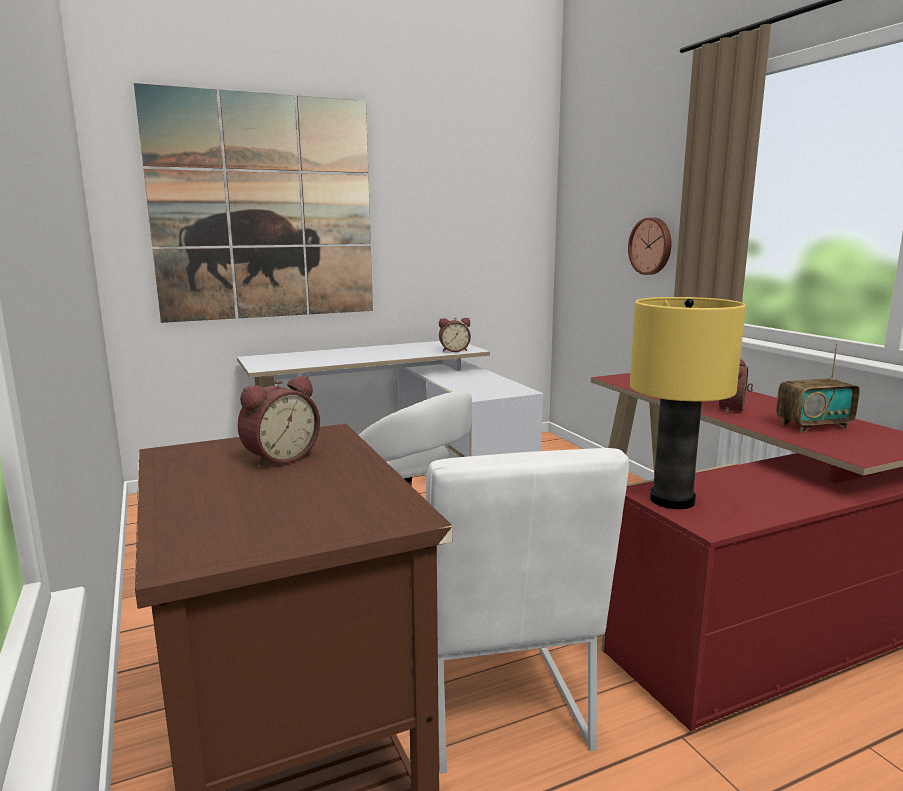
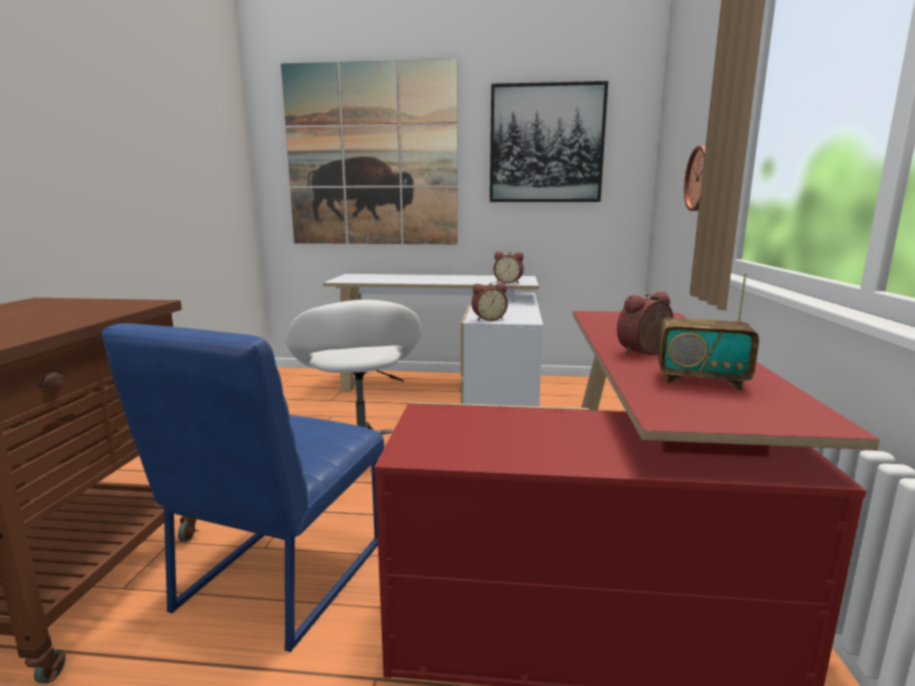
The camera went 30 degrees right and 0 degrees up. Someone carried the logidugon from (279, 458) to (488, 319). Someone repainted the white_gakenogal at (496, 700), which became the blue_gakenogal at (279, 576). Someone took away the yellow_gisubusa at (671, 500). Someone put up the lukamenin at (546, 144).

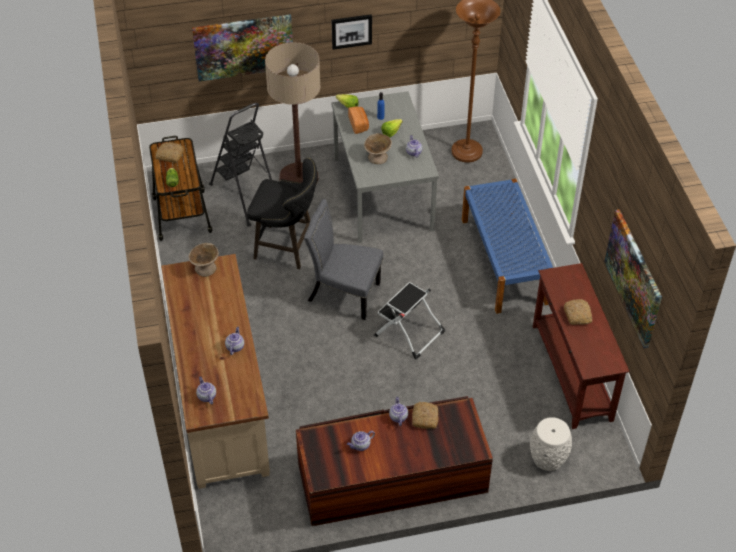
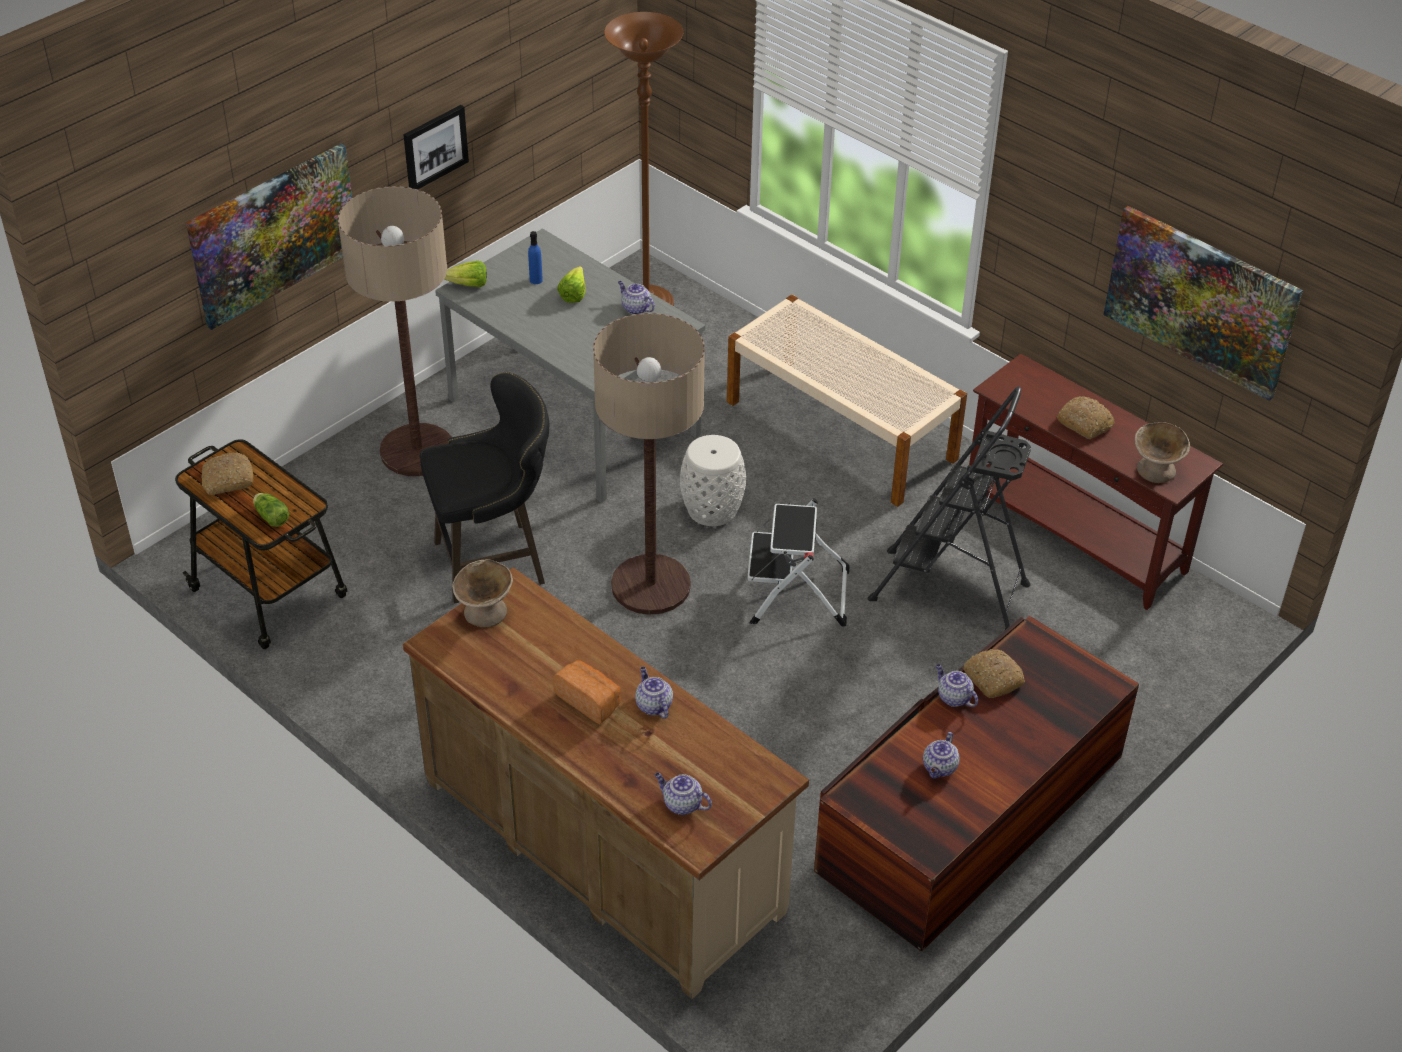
The camera went 35 degrees left and 5 degrees down. Someone carried the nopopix from (245, 197) to (951, 592). Someone swapped the grey_gakenogal at (345, 294) for the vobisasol at (650, 585). Someone carried the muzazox from (359, 124) to (589, 700). Someone carried the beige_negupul from (378, 157) to (1156, 470). Someone repainted the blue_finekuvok at (505, 261), which became the beige_finekuvok at (841, 430). Someone carried the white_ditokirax from (548, 458) to (712, 510).

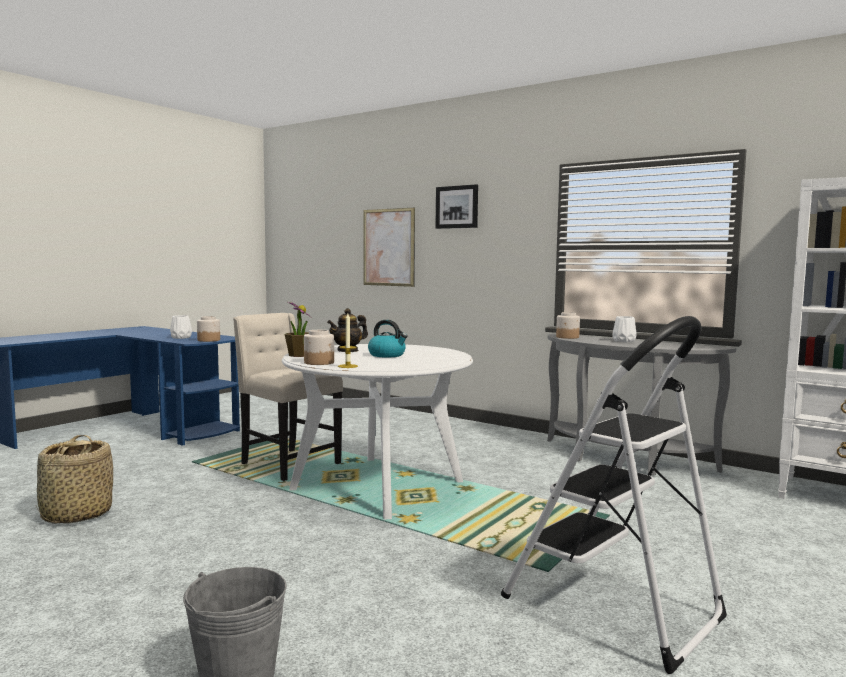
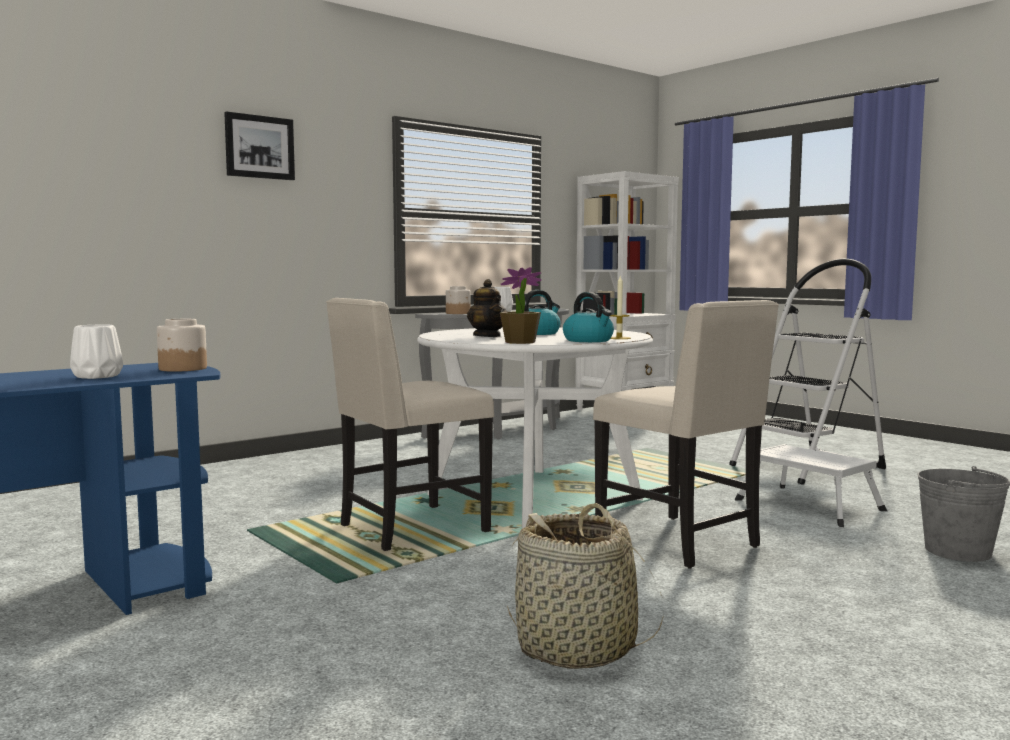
The camera went 75 degrees left and 0 degrees up. Someone swapped the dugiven at (319, 362) for the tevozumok at (589, 340). Someone took away the lukamenin at (388, 247). Someone put down the beige_gakenogal at (681, 542). Someone put down the white_nopopix at (809, 505).

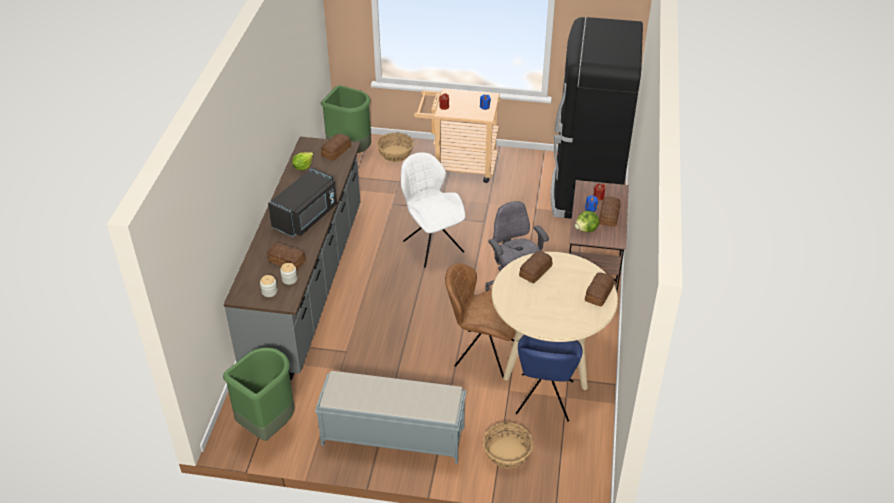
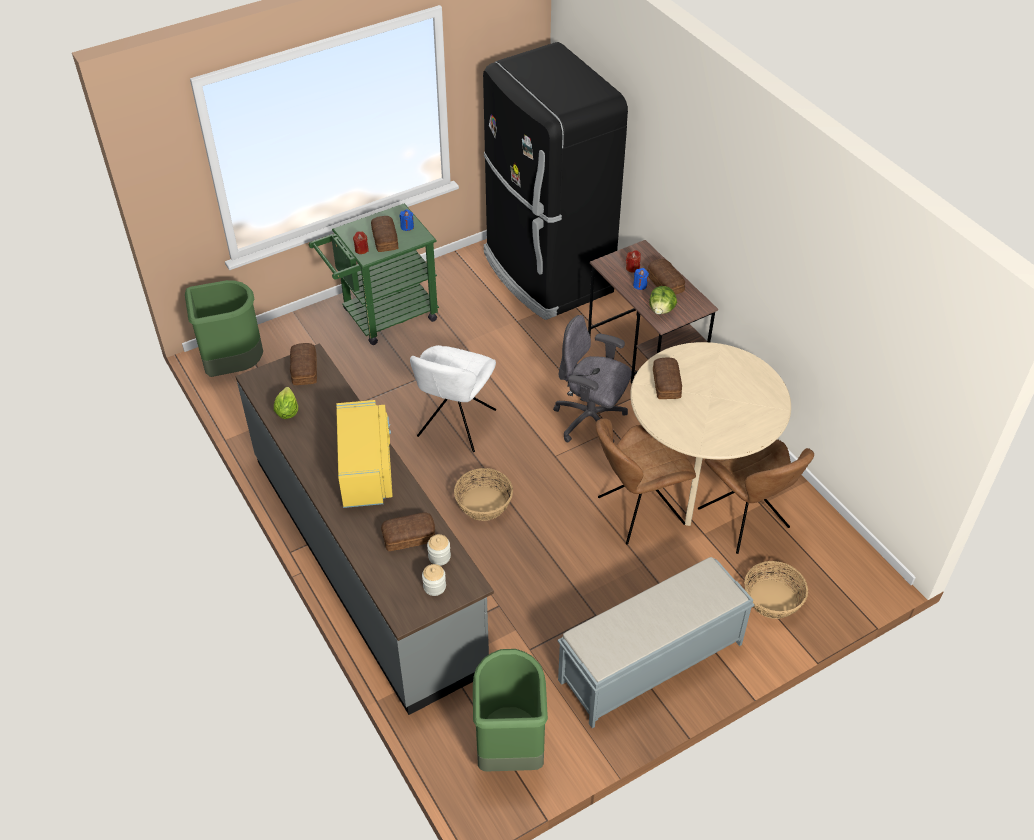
The camera went 40 degrees left and 5 degrees up. Someone repainted the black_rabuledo at (306, 217), which became the yellow_rabuledo at (367, 470). Someone carried the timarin from (395, 153) to (483, 503). Someone rotated the white_gakenogal at (432, 245) by 90 degrees counterclockwise. Someone repainted the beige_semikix at (458, 166), which became the green_semikix at (382, 317). Someone repainted the blue_gakenogal at (544, 400), which became the brown_gakenogal at (745, 520). Someone carried the muzazox from (598, 293) to (384, 240).

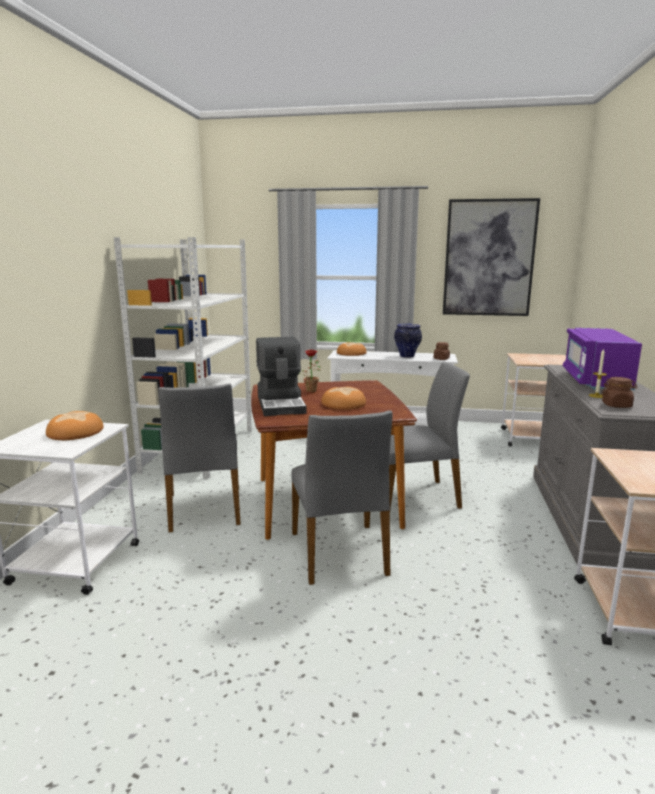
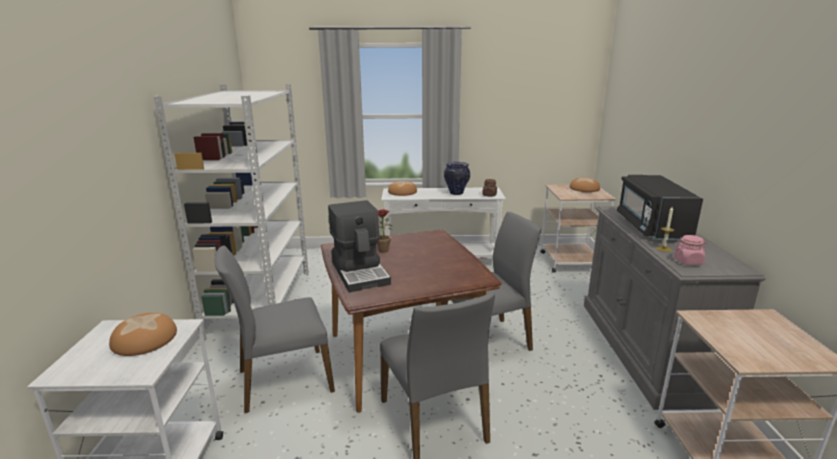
The camera went 10 degrees left and 5 degrees up. Someone rotated the grey_gakenogal at (204, 509) by 90 degrees clockwise. Someone carried the muzazox from (343, 404) to (584, 188). Someone took away the lukamenin at (489, 258). Someone repainted the purple_rabuledo at (595, 381), which became the black_rabuledo at (651, 227). Someone repainted the brown_dugiven at (616, 405), which became the pink_dugiven at (688, 261).

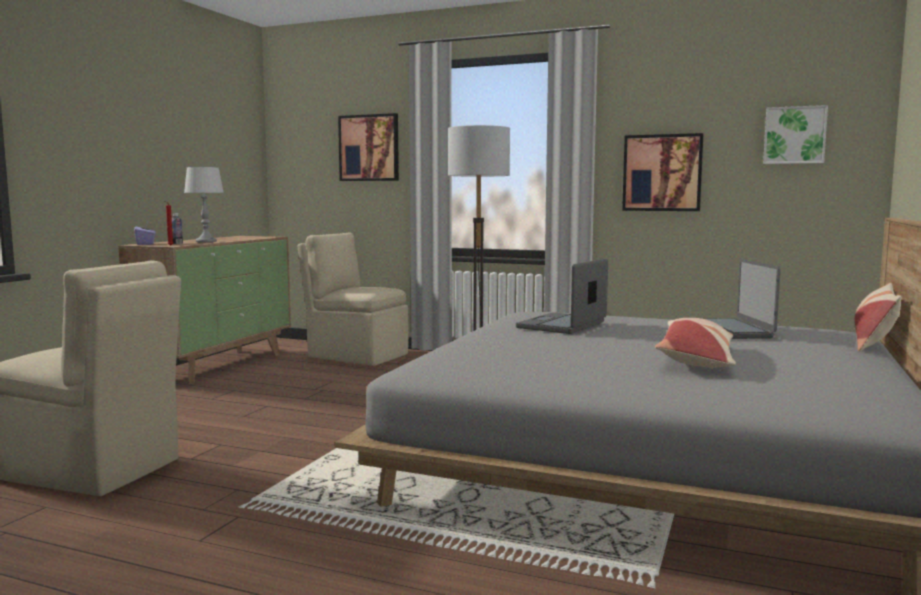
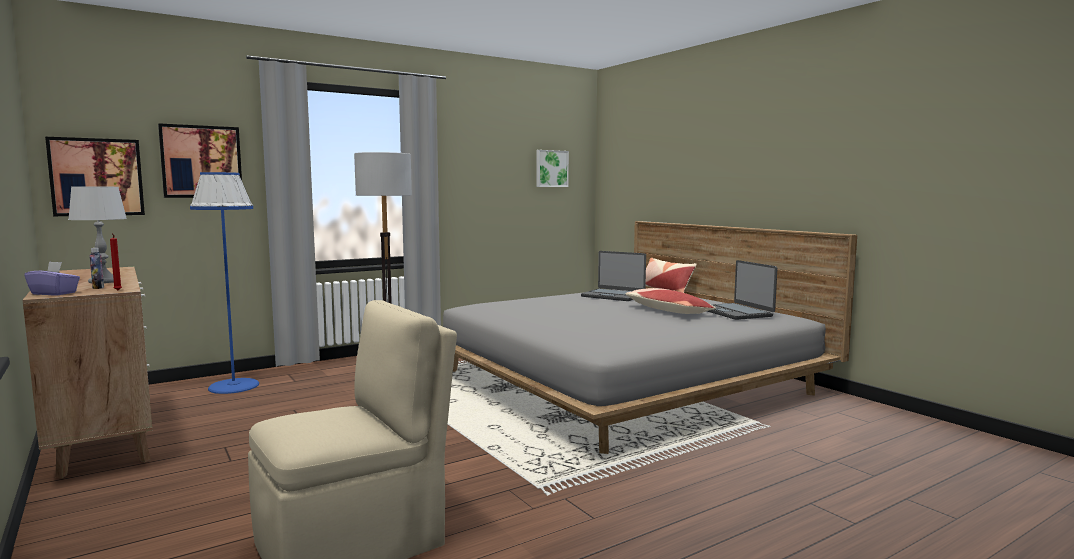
The camera went 55 degrees left and 0 degrees up. Someone swapped the beige_gakenogal at (356, 355) for the blue_vobisasol at (233, 386). Someone carried the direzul from (563, 325) to (736, 312). Someone carried the lukamenin from (662, 173) to (97, 177).

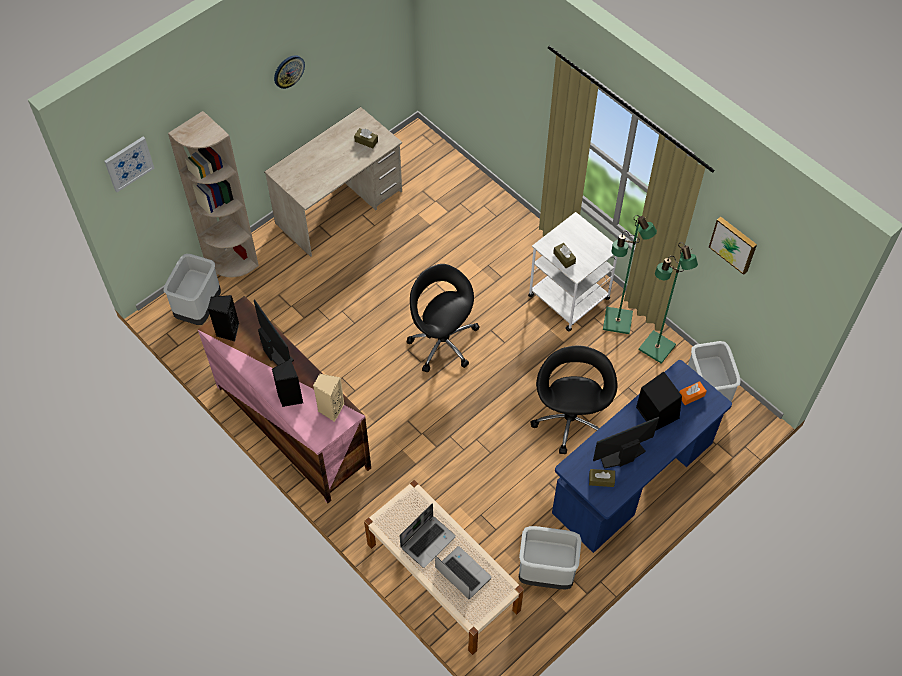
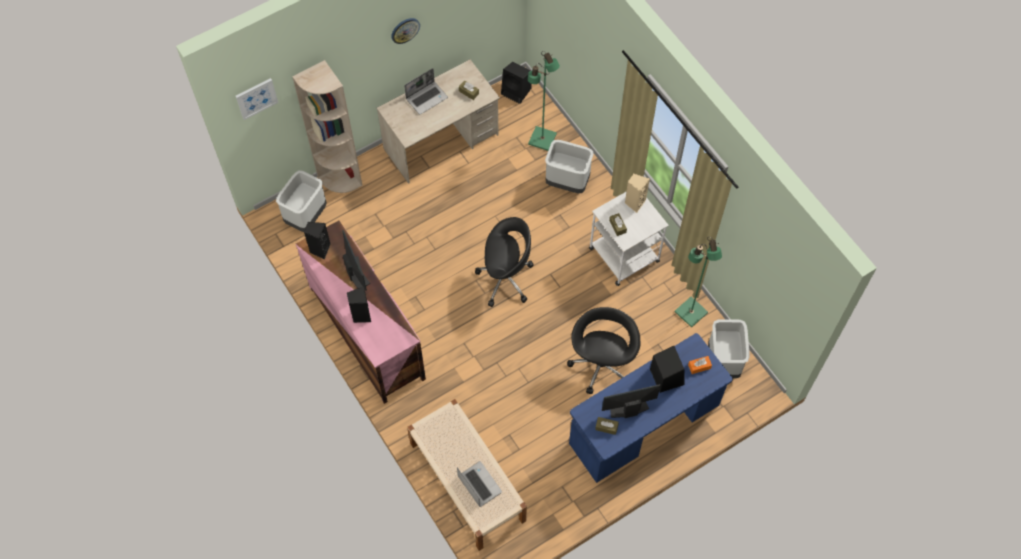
The camera went 10 degrees right and 5 degrees up. Someone carried the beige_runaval from (330, 409) to (634, 202). Someone carried the direzul from (428, 541) to (427, 98). Someone rotated the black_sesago at (442, 342) by 135 degrees clockwise. Someone carried the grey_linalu from (545, 574) to (566, 183). Someone carried the green_vobisasol from (617, 321) to (542, 139). Someone took away the lukamenin at (734, 244). Someone put down the black_runaval at (517, 91).

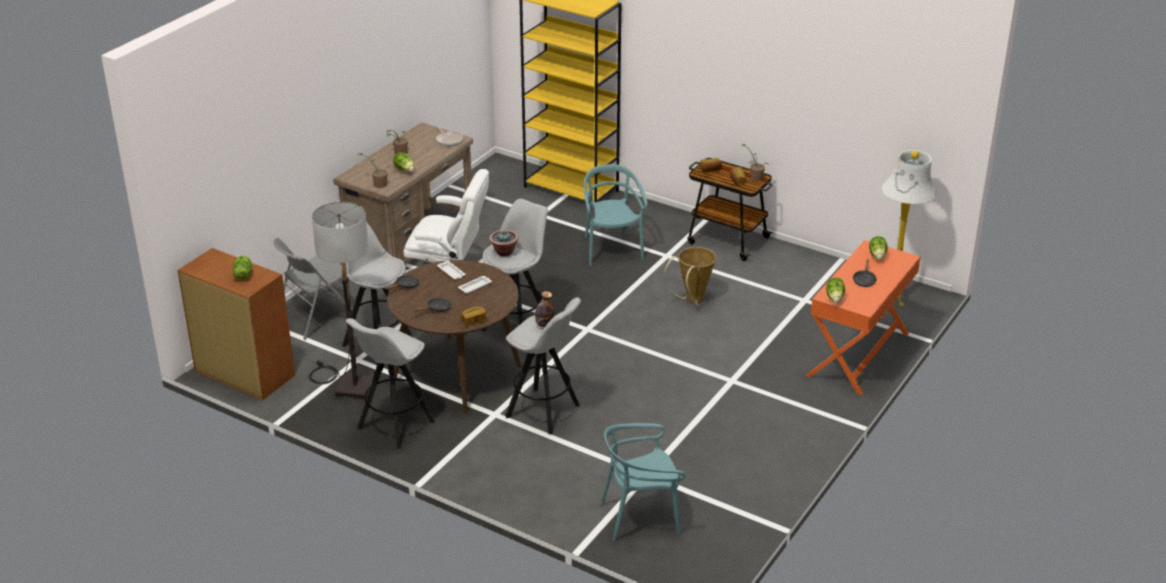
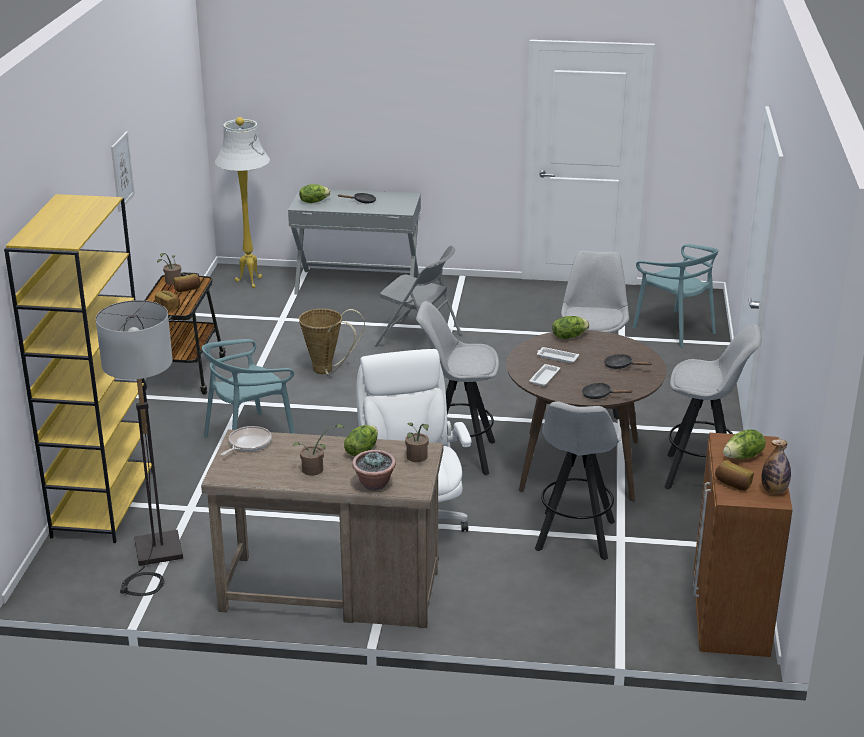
The camera went 115 degrees left and 5 degrees down. Someone carried the grey_gakenogal from (316, 316) to (418, 340). Someone carried the vobisasol from (346, 384) to (153, 561). Someone carried the muzazox from (473, 321) to (733, 484). Someone carried the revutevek from (504, 252) to (374, 484). Someone carried the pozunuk from (544, 325) to (774, 490). Someone repainted the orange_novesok at (858, 354), which became the grey_novesok at (357, 284). Someone carried the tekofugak from (835, 298) to (569, 336). Someone put up the lukamenin at (122, 171).

